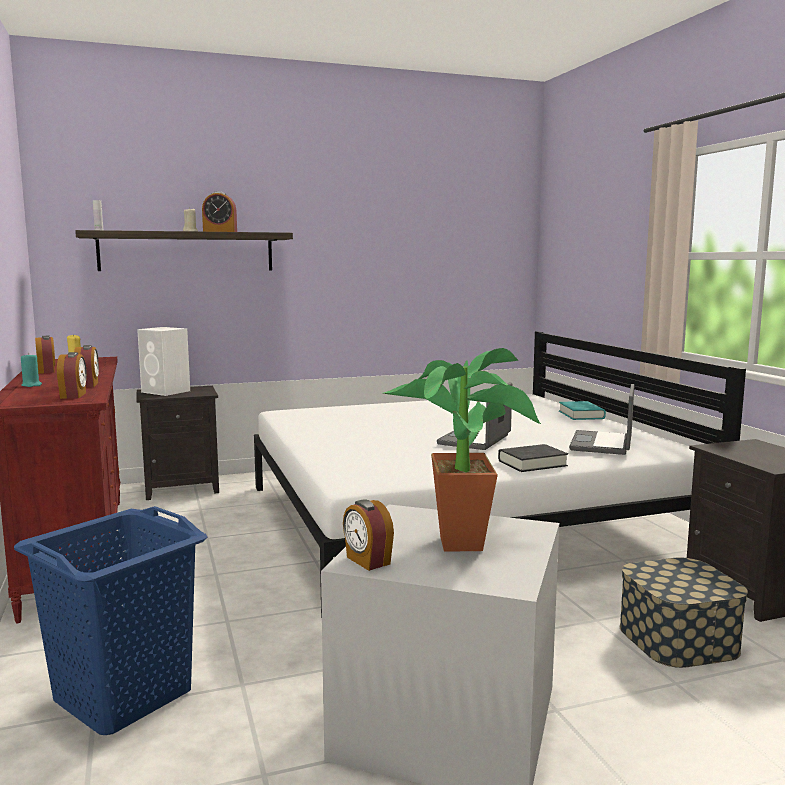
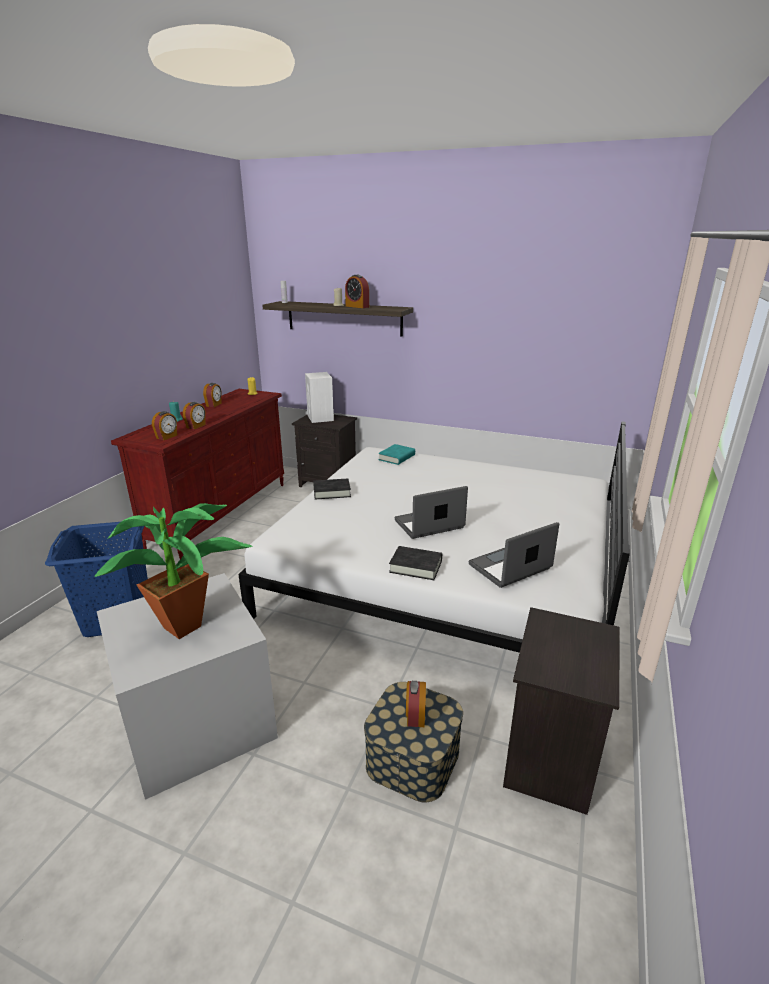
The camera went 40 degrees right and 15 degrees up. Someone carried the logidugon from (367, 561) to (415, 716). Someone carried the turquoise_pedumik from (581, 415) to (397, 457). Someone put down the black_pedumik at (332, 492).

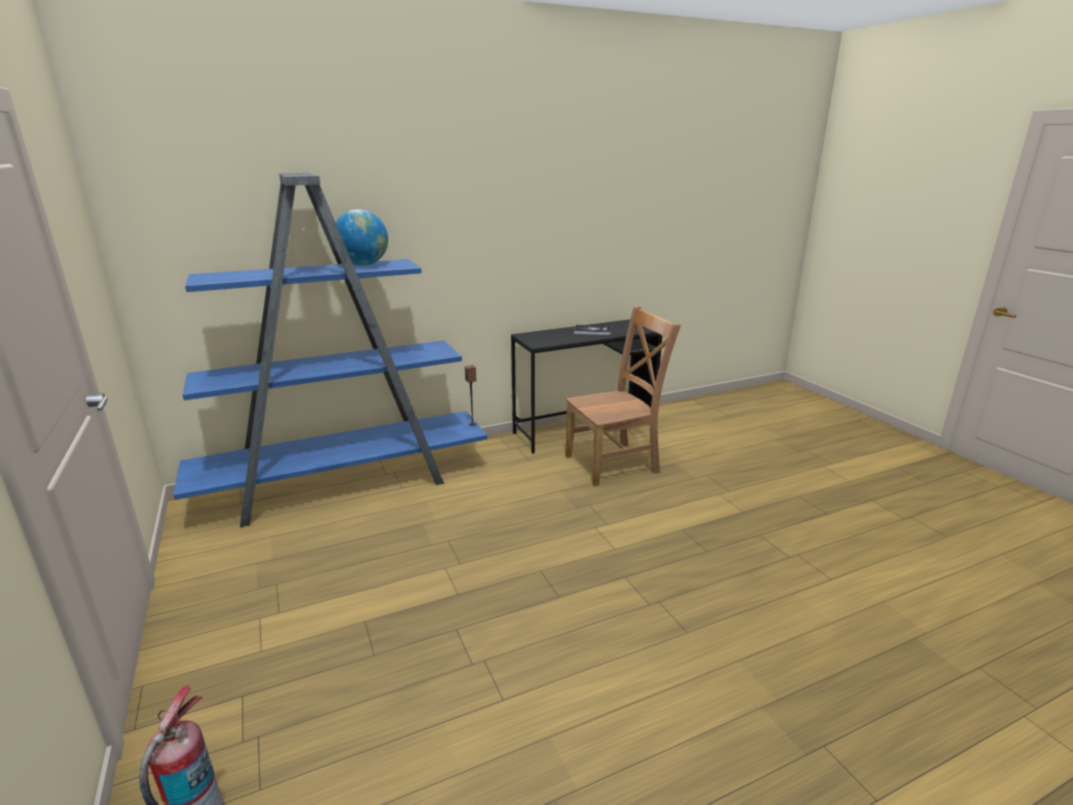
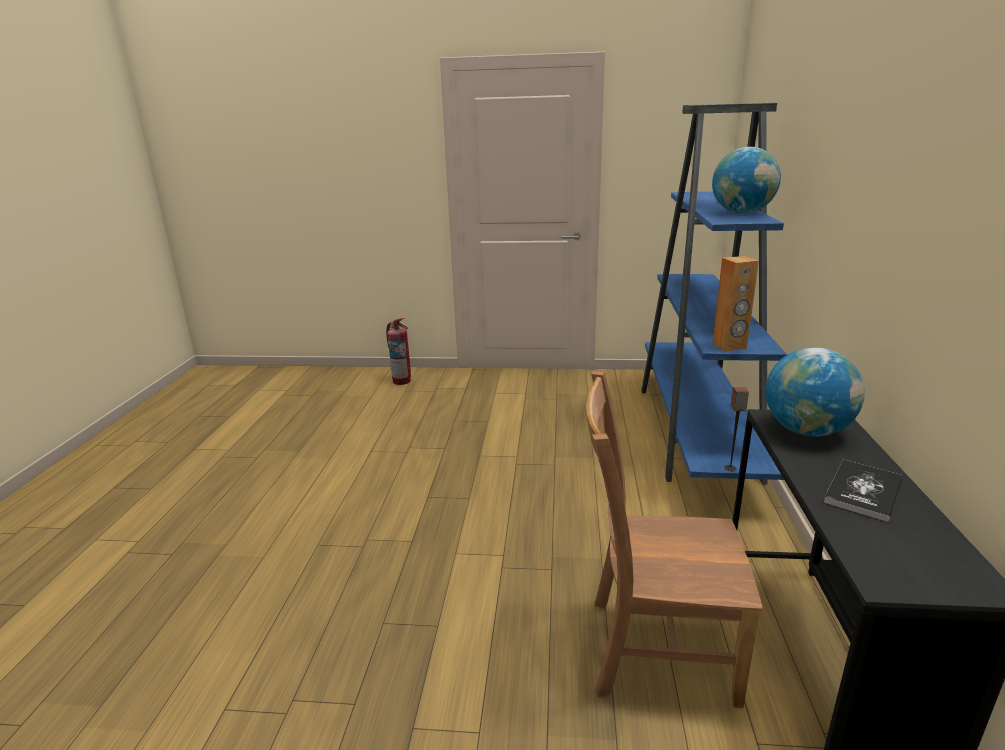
The camera went 120 degrees right and 0 degrees up. Someone rotated the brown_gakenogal at (615, 463) by 90 degrees clockwise. Someone put down the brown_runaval at (729, 346). Someone put down the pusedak at (806, 431).

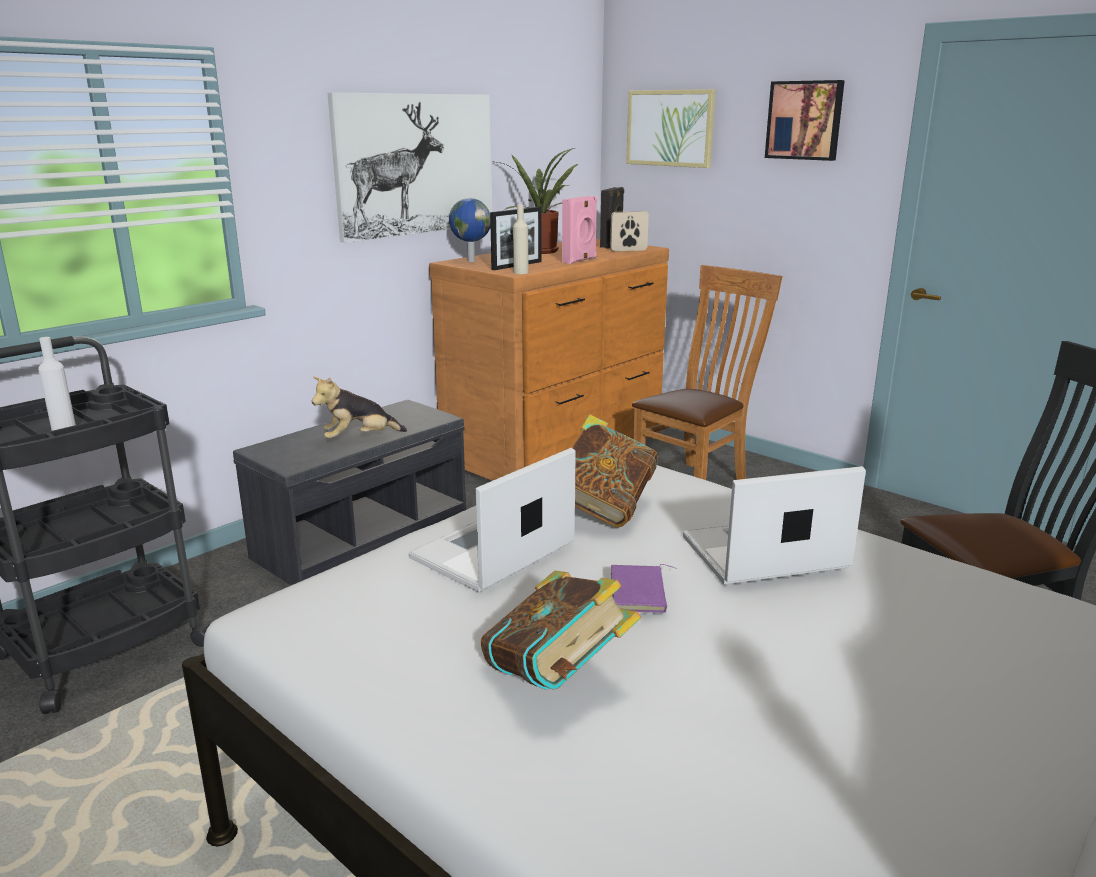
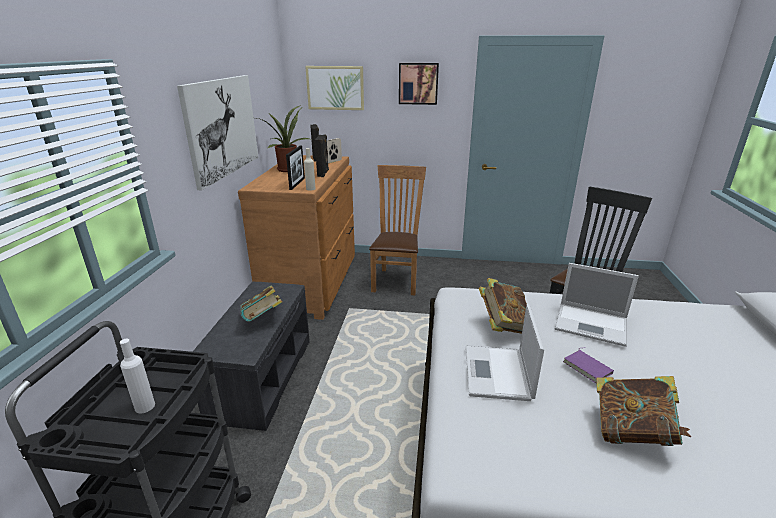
The camera went 35 degrees left and 5 degrees up. Someone swapped the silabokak at (359, 439) for the pedumik at (263, 320). Someone took away the pusedak at (470, 261). Someone repainted the pink_runaval at (580, 260), which became the black_runaval at (323, 173). Someone rotated the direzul at (761, 554) by 105 degrees counterclockwise.

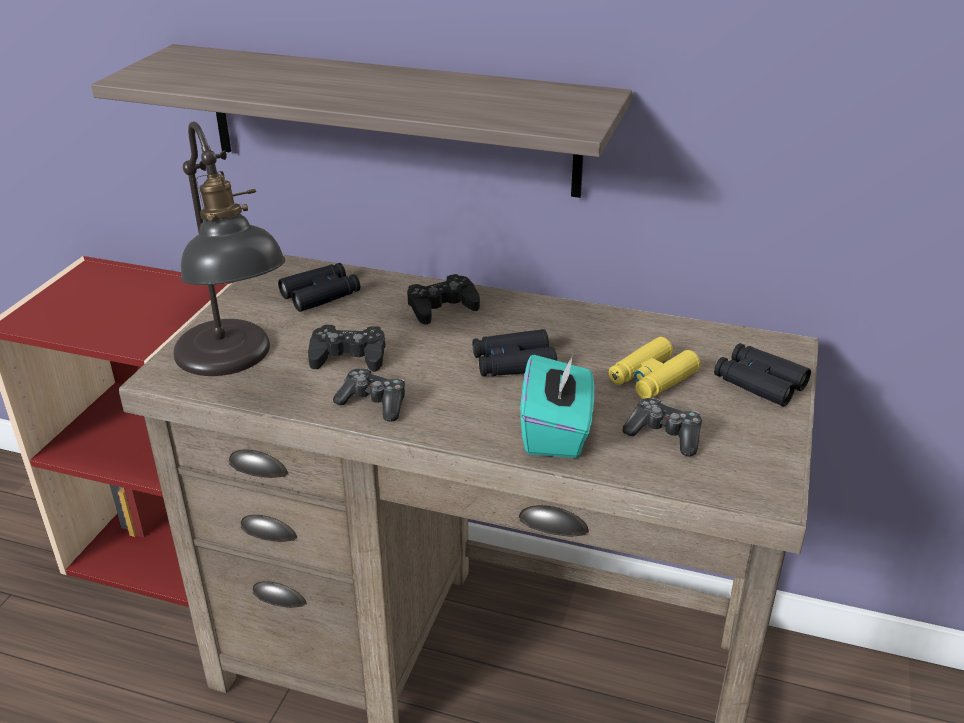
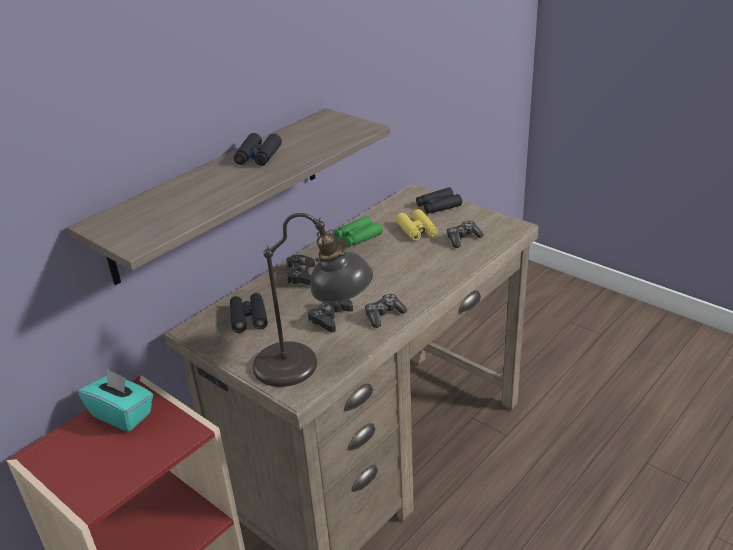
The camera went 65 degrees left and 0 degrees up. Someone carried the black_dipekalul from (513, 363) to (258, 156). Someone carried the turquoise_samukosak from (556, 431) to (122, 414). Someone put down the green_dipekalul at (358, 236).

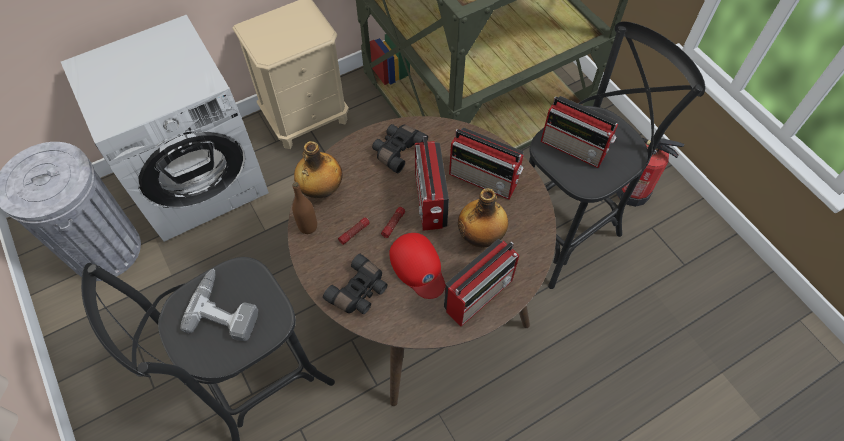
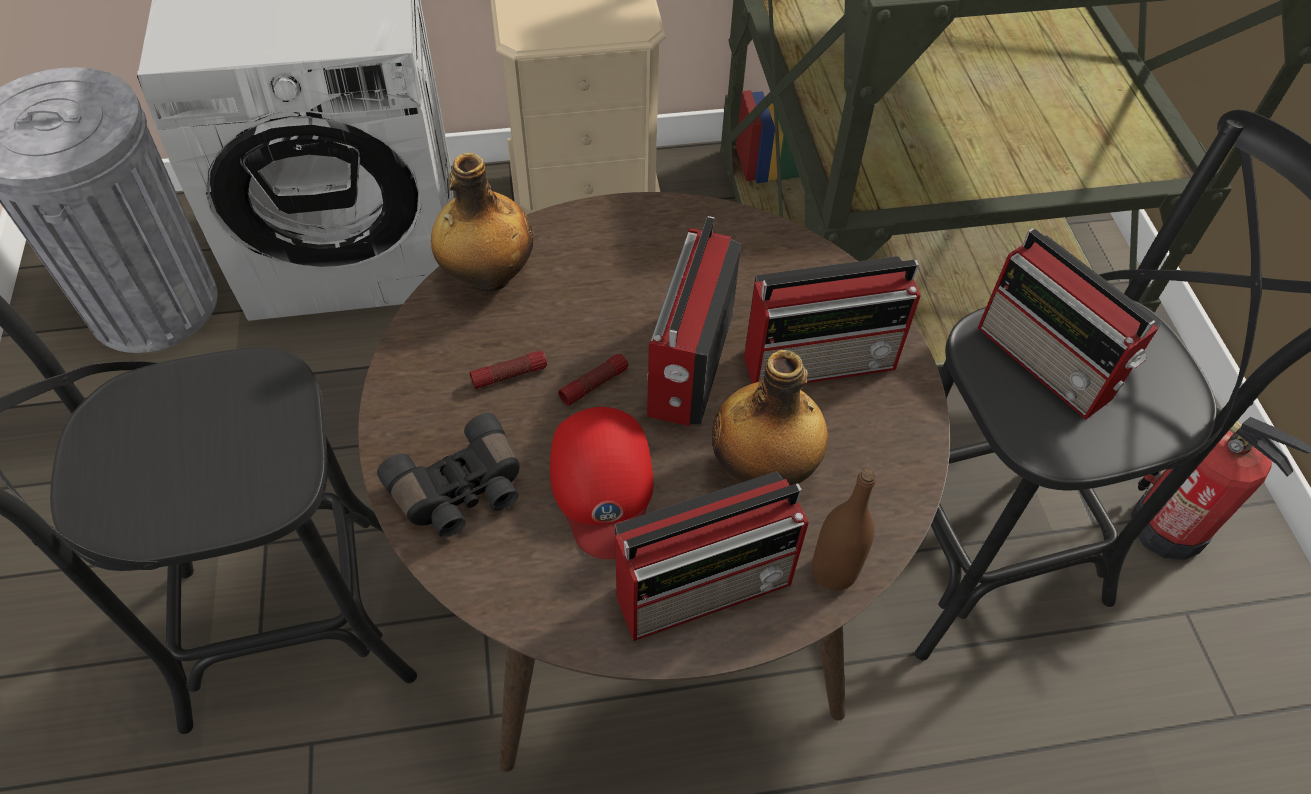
The camera went 20 degrees right and 5 degrees down. Someone took away the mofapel at (226, 308). Someone carried the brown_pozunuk from (308, 226) to (834, 571). Someone took away the black_dipekalul at (397, 150). Someone rotated the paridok at (484, 179) by 60 degrees counterclockwise.

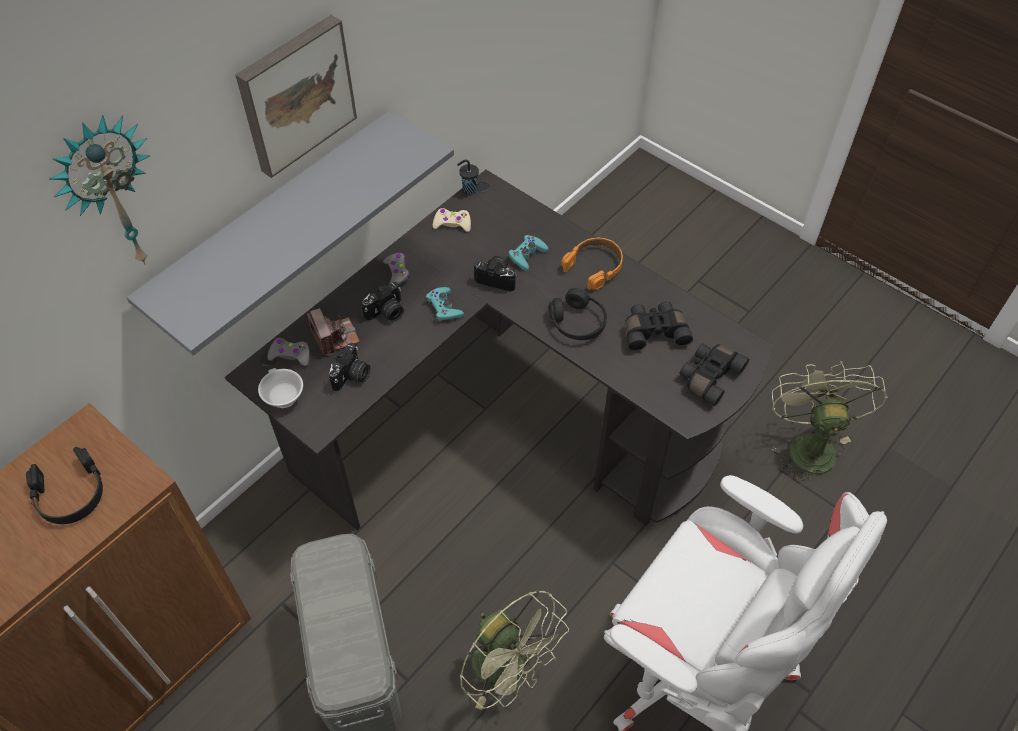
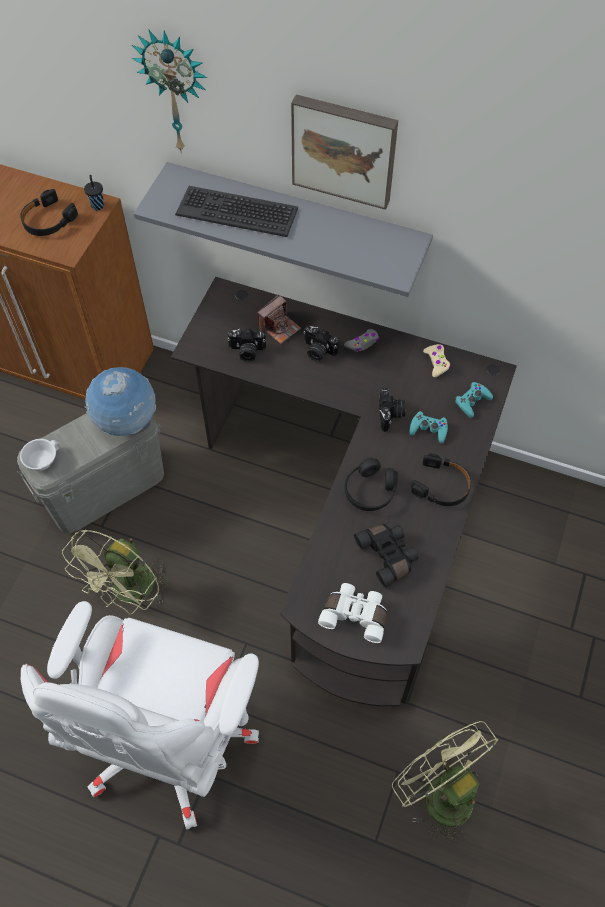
The camera went 70 degrees right and 5 degrees up. Someone carried the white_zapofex from (281, 397) to (41, 459). Someone took away the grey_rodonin at (290, 355). Someone carried the turquoise_rodonin from (444, 308) to (472, 401). Someone carried the black_zapofex from (468, 189) to (97, 205). Someone repainted the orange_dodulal at (594, 266), which became the black_dodulal at (442, 486). Someone repainted the black_dipekalul at (709, 376), which became the white_dipekalul at (355, 614). Someone rotated the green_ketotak at (808, 444) by 105 degrees counterclockwise. Someone put down the pusedak at (127, 422). Someone put down the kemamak at (237, 211).

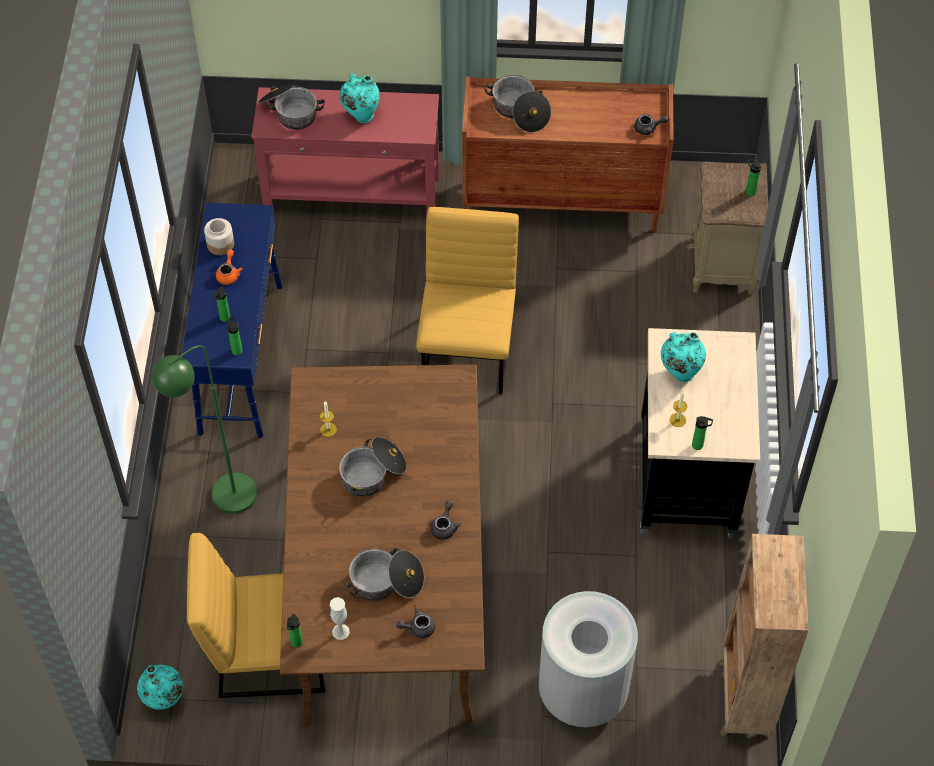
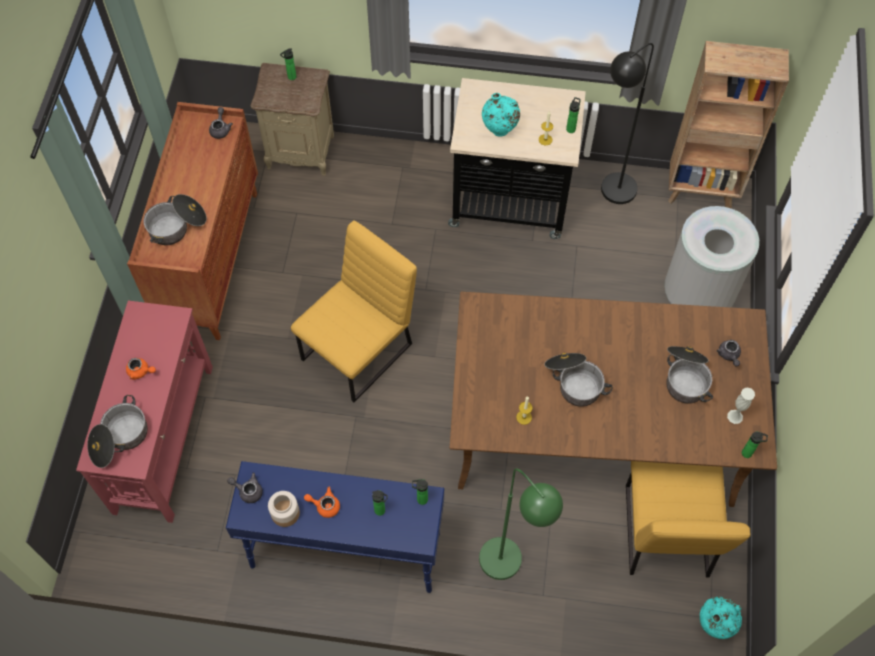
The camera went 85 degrees left and 5 degrees up. Someone swapped the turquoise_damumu at (361, 116) for the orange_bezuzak at (141, 371). Someone rotated the yellow_gakenogal at (468, 348) by 120 degrees clockwise. Someone carried the grey_bezuzak from (445, 526) to (248, 491). Someone put down the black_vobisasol at (611, 196).

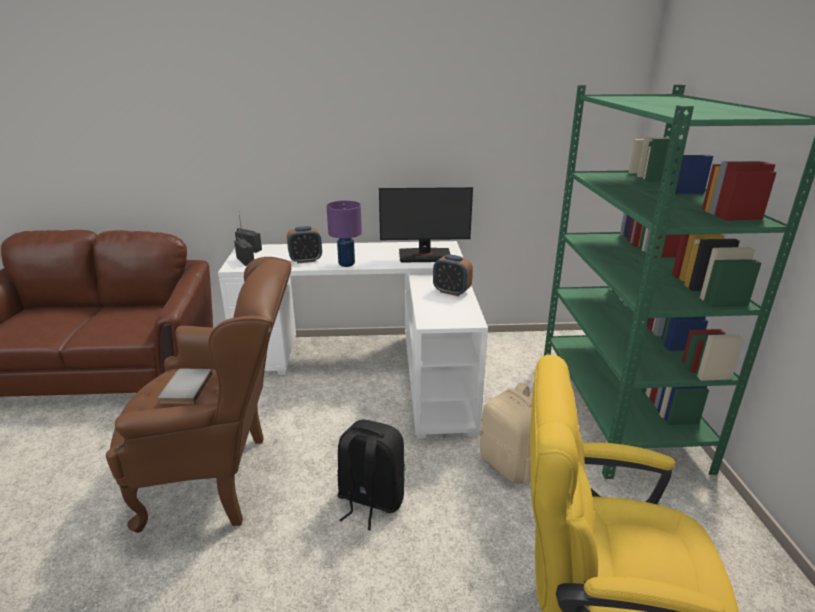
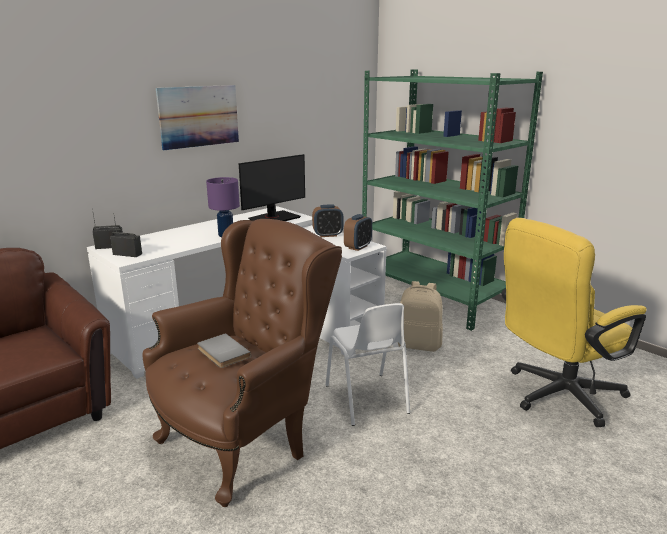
The camera went 40 degrees left and 5 degrees down. Someone carried the logidugon from (305, 260) to (358, 247). Someone swapped the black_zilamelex at (370, 500) for the white_gakenogal at (366, 399). Someone put up the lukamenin at (199, 116).

